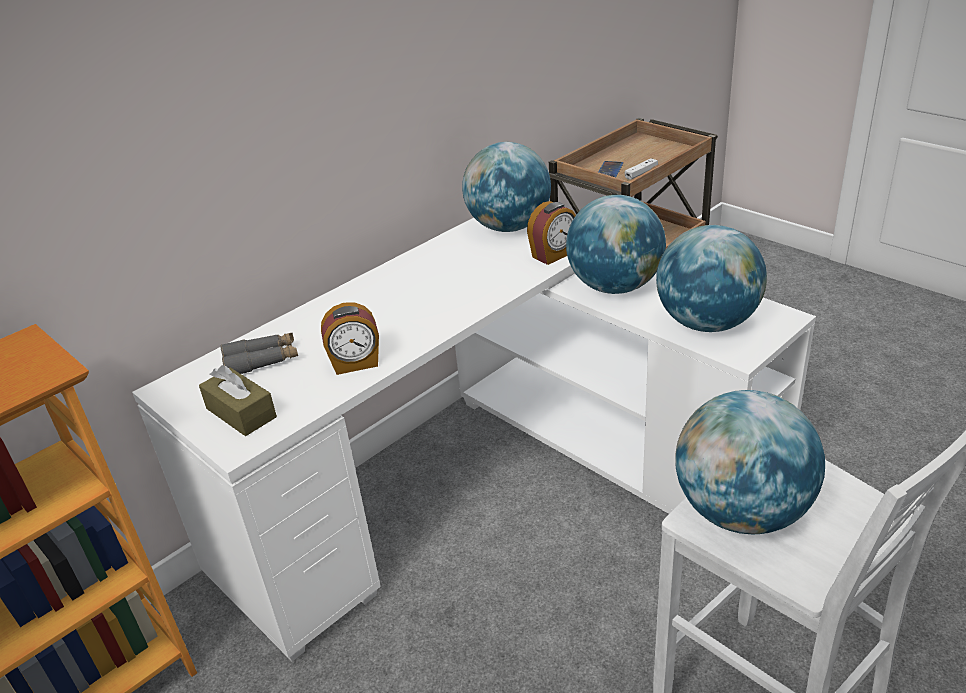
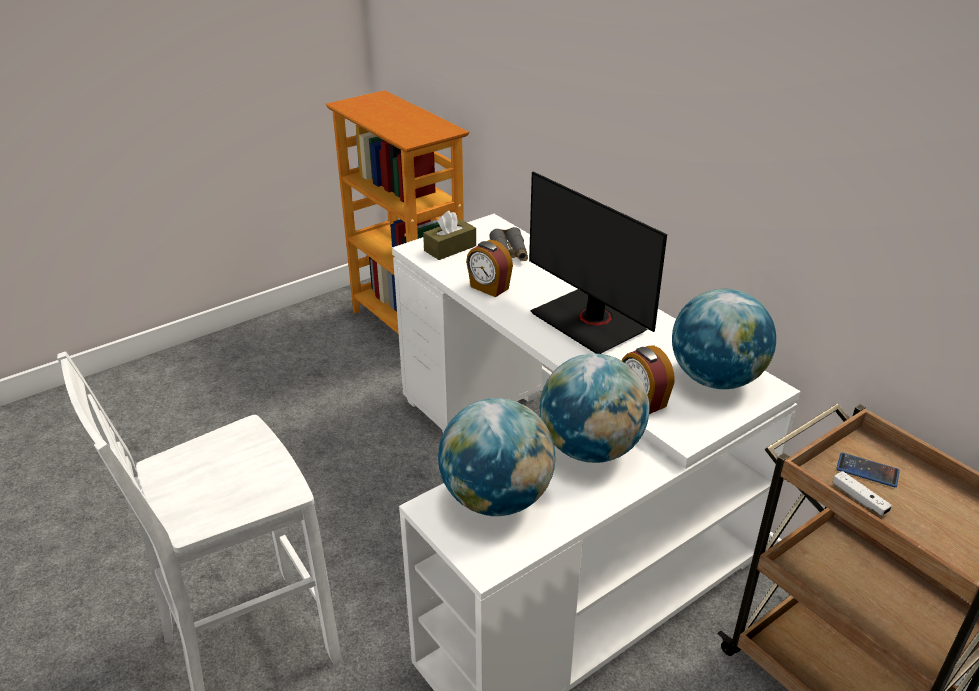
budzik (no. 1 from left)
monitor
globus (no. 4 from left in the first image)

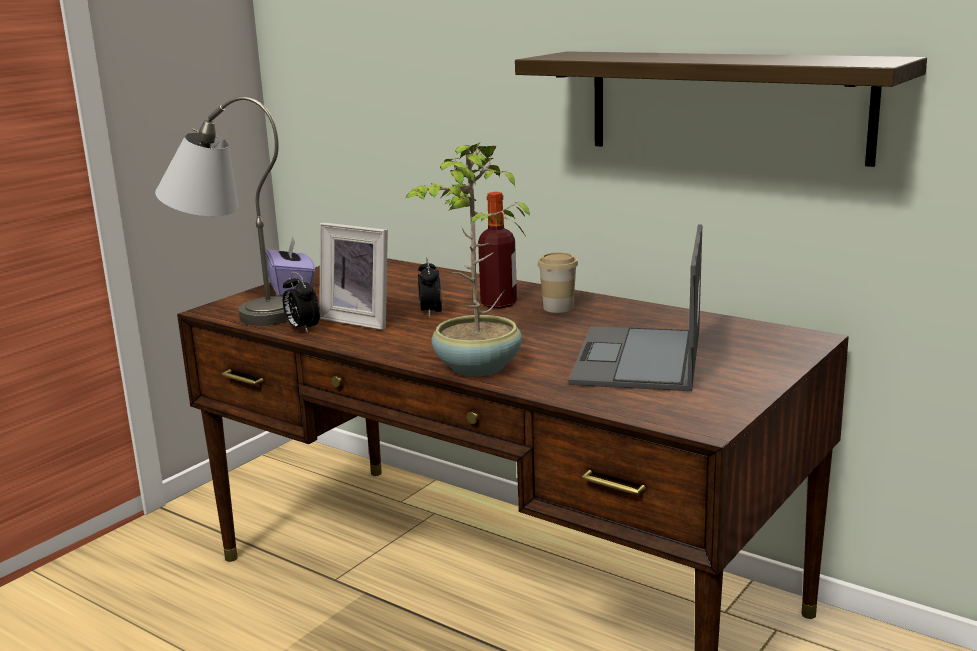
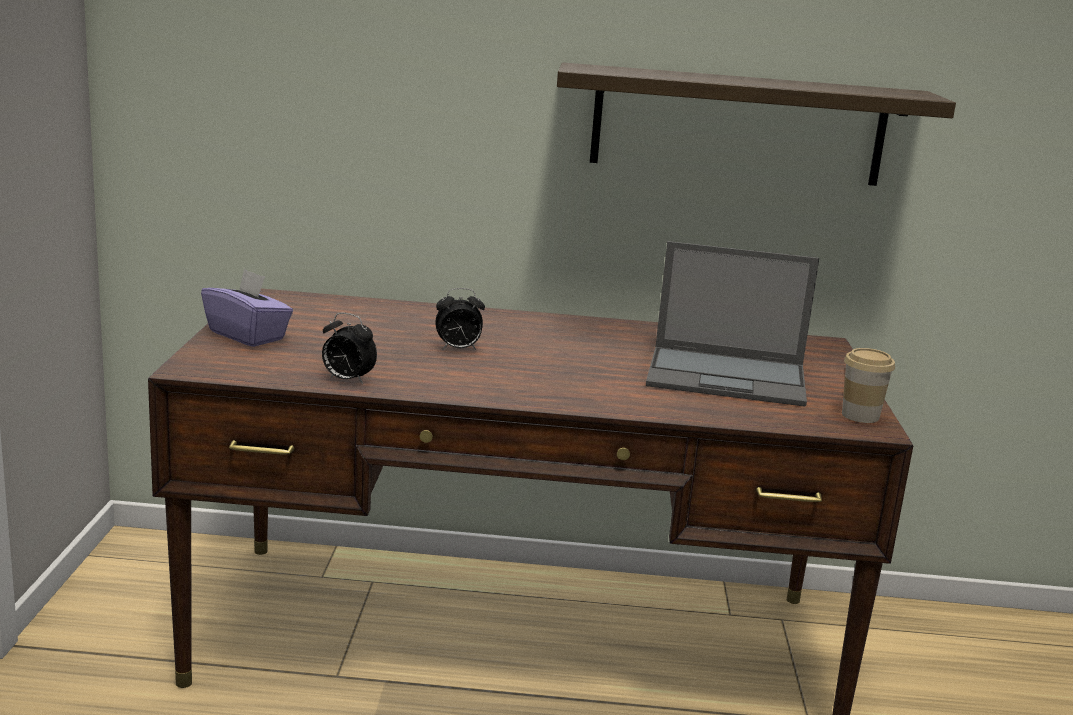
budzik (no. 2 from left)
laptop
filiżanka
lampa stołowa (szary)
ramka na zdjęcie
roślina doniczkowa
butelka

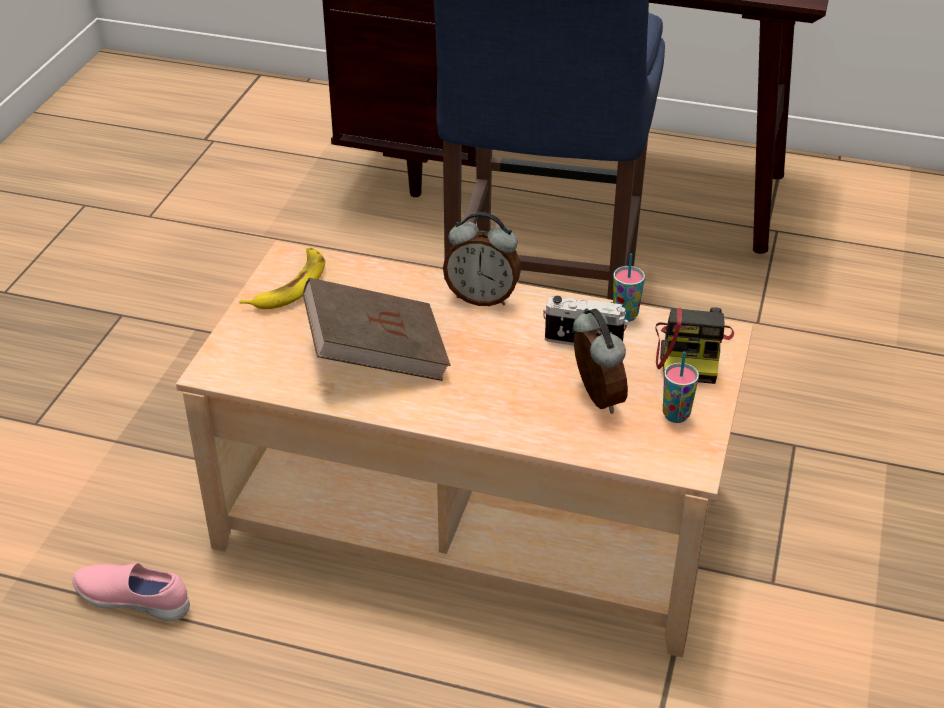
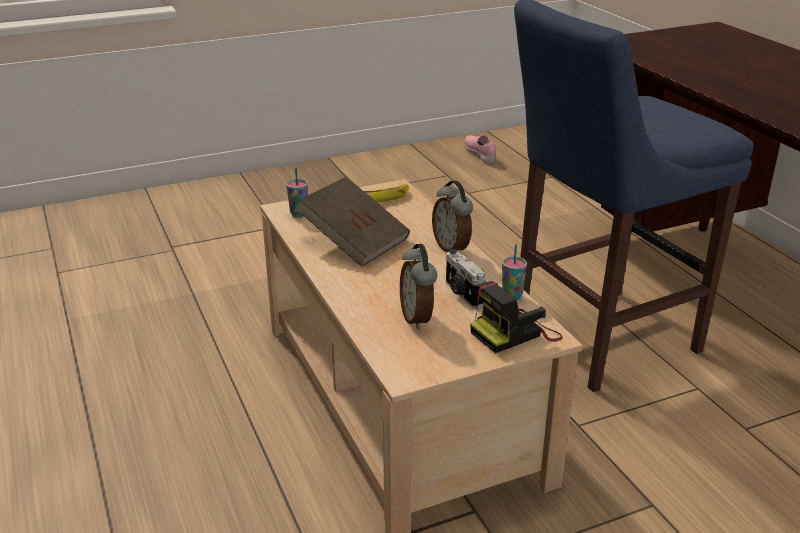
filiżanka (no. 1 from left)
budzik (no. 1 from left)
but (różowy)

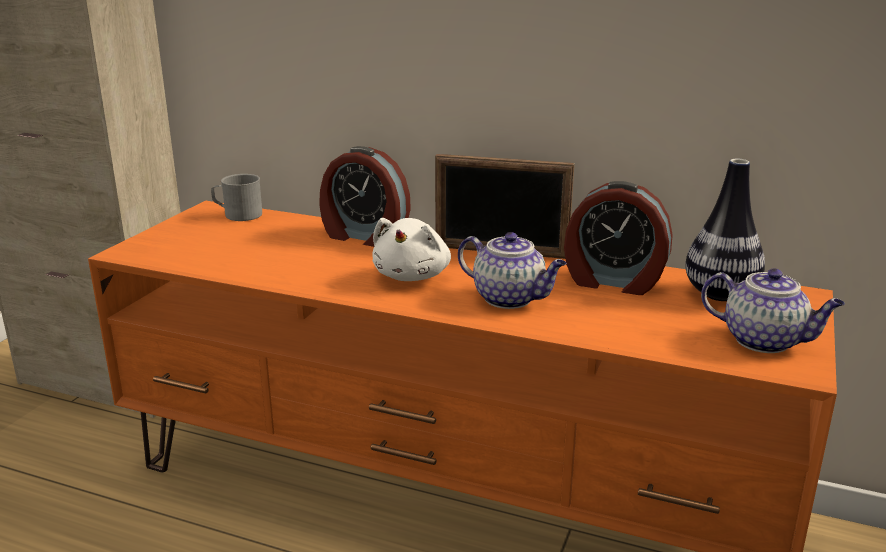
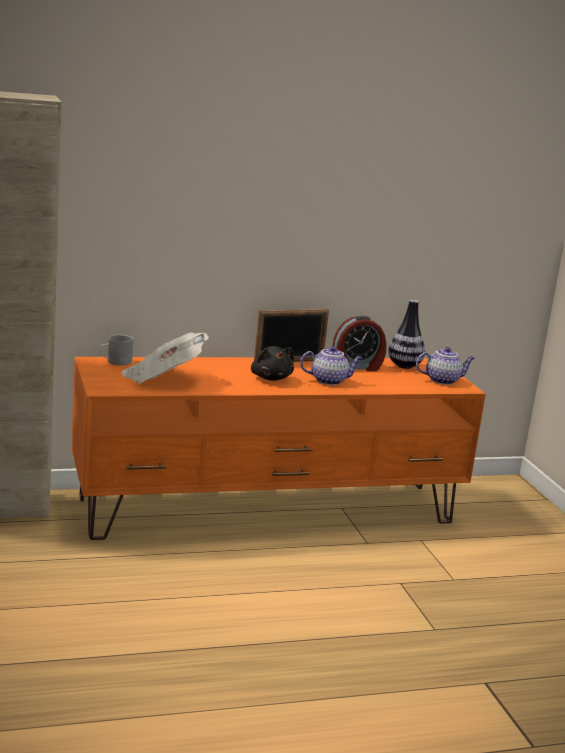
gazeta
pluszak (czarny)
budzik (no. 1 from left in the first image)

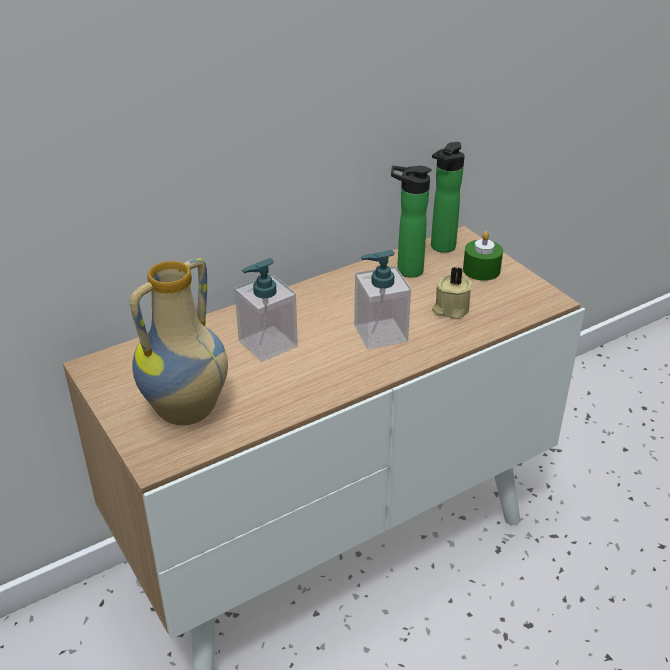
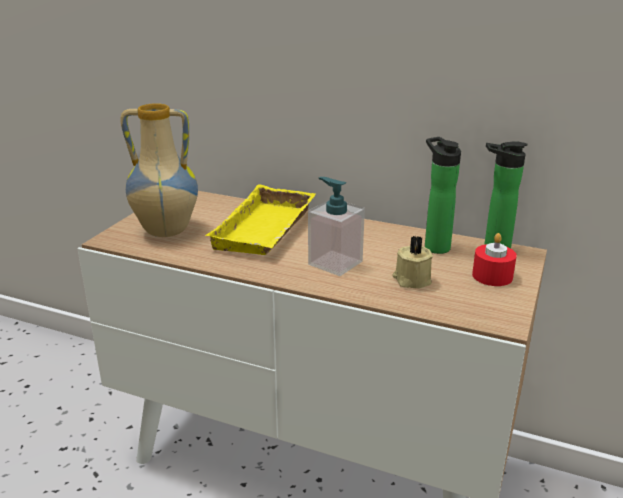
taca (żółty)
świeca (czerwony)

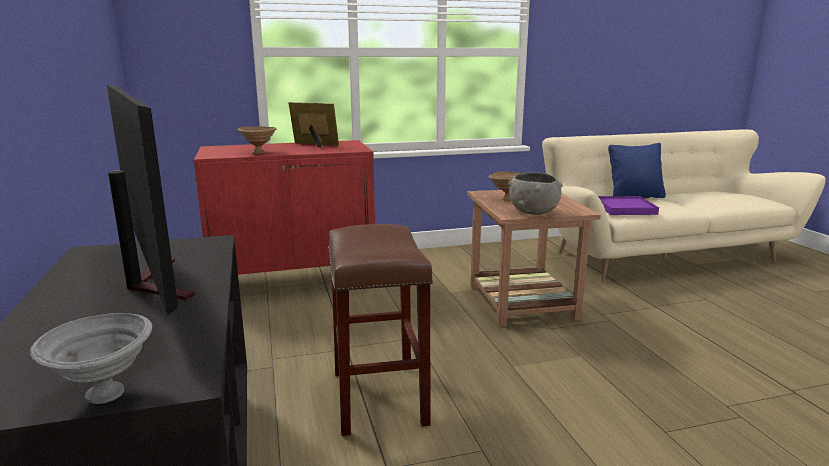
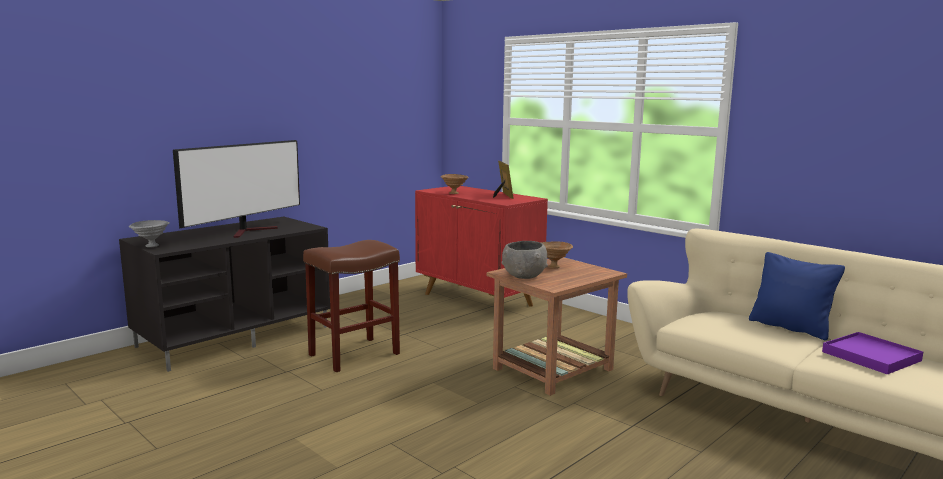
taca (fioletowy)

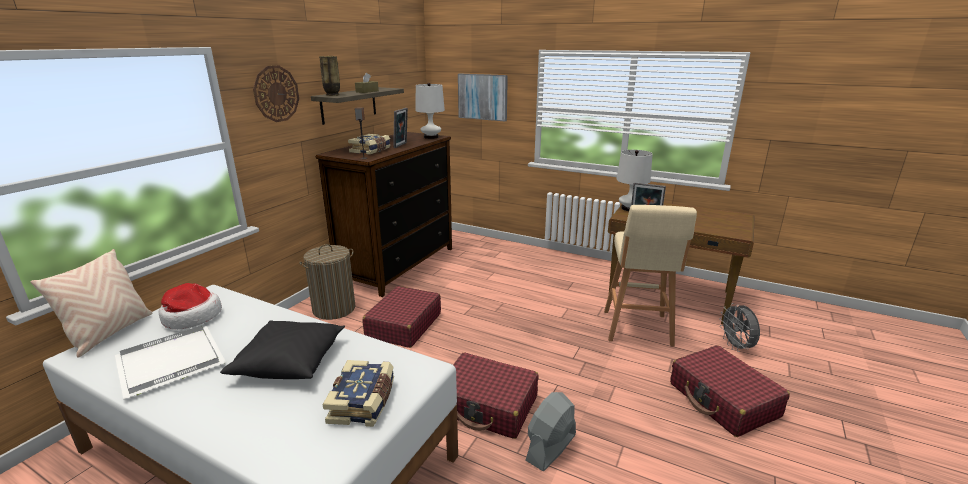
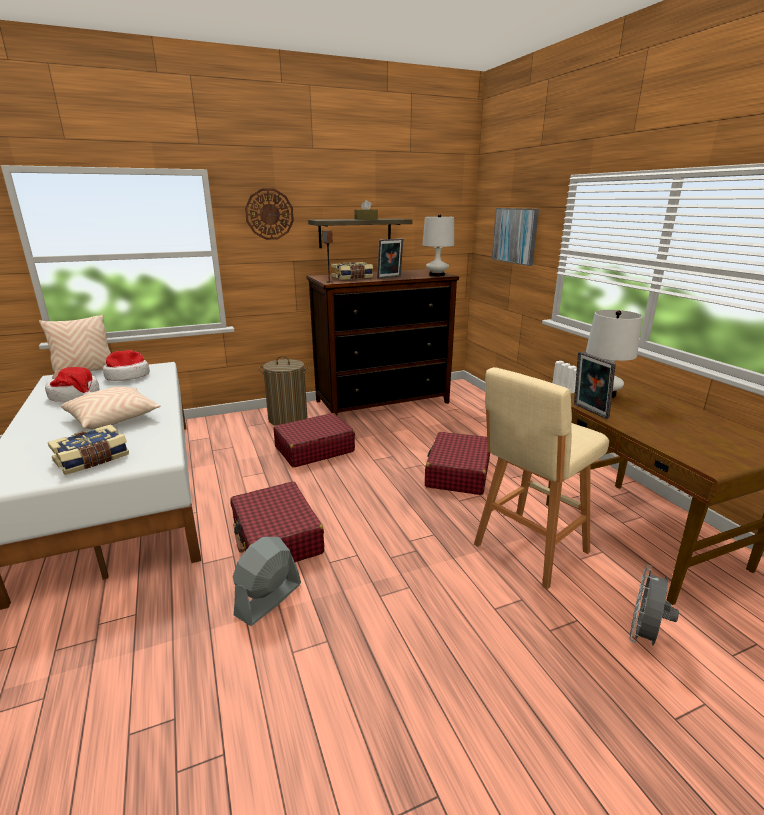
kapelusz (no. 1 from left)
poduszka (beżowy) (no. 2 from left)
wentylator (szary) (no. 1 from left)
walizka (czerwony) (no. 3 from left)
wazon

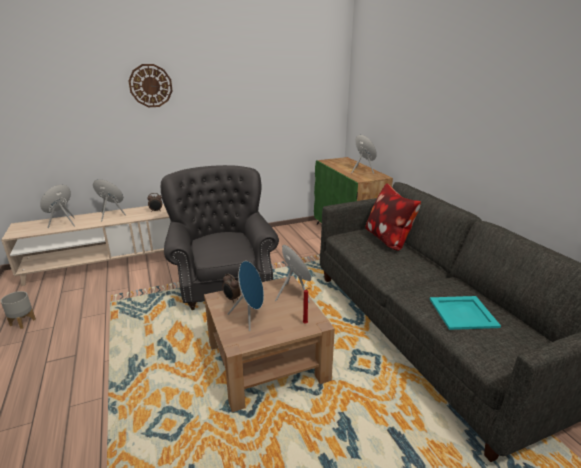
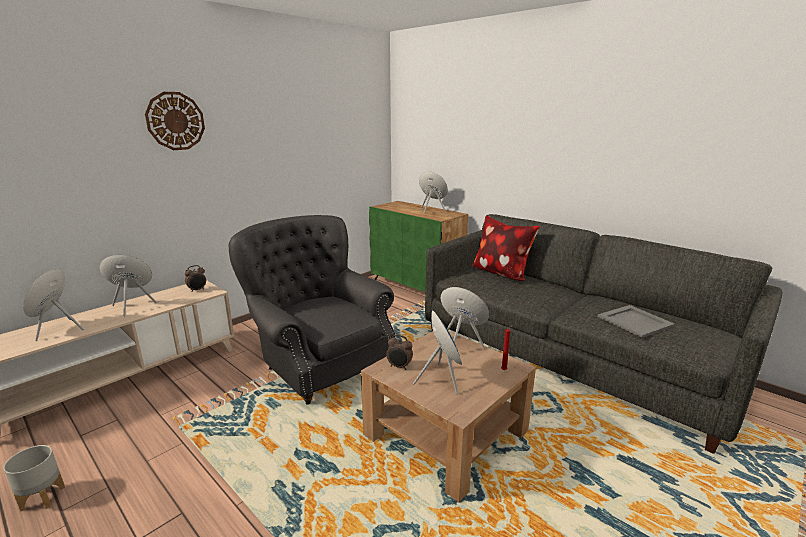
taca (szary)

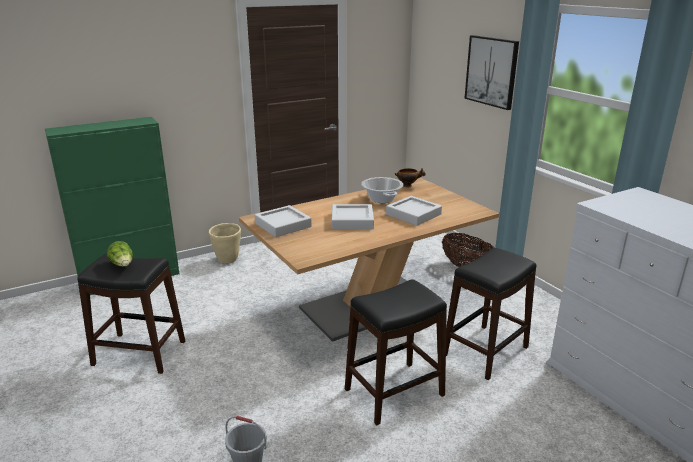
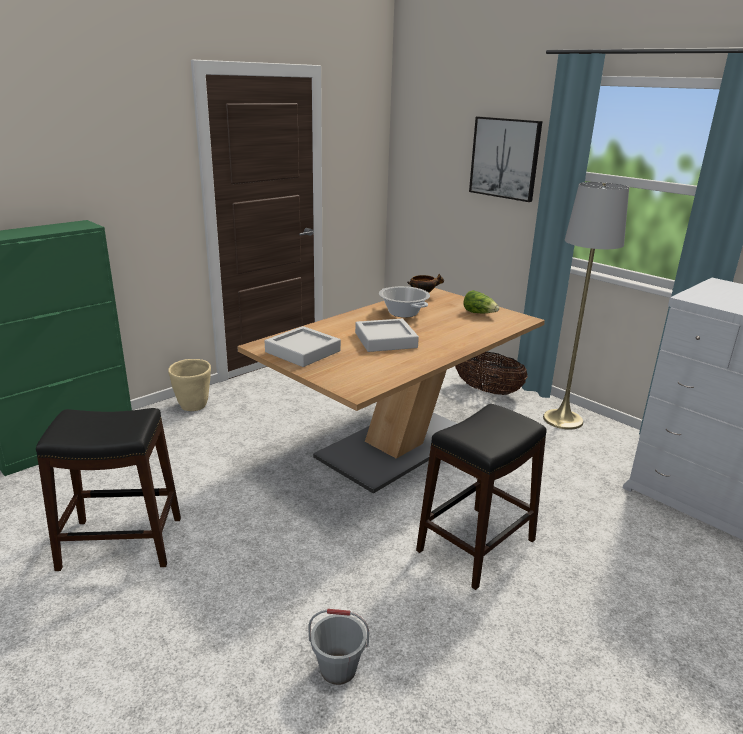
sałata
lampa stojąca (szary)
taca (szary) (no. 3 from left in the first image)
stołek (czarny) (no. 3 from left in the first image)

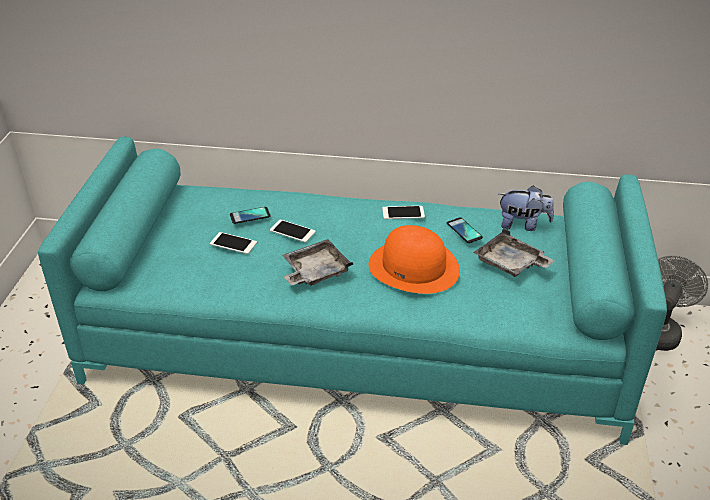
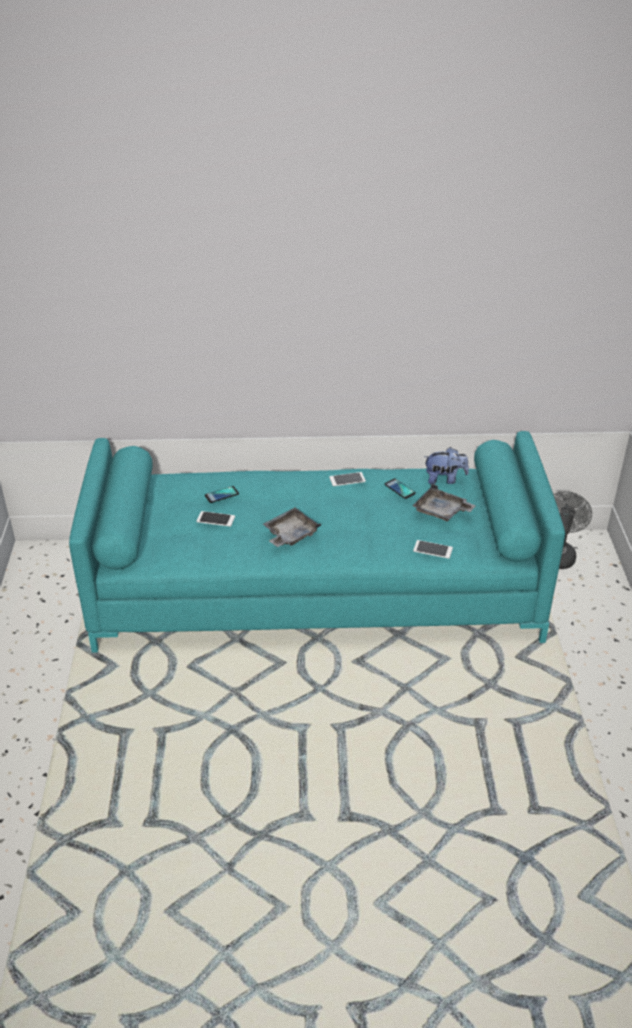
telefon (no. 5 from left)
kapelusz (pomarańczowy)

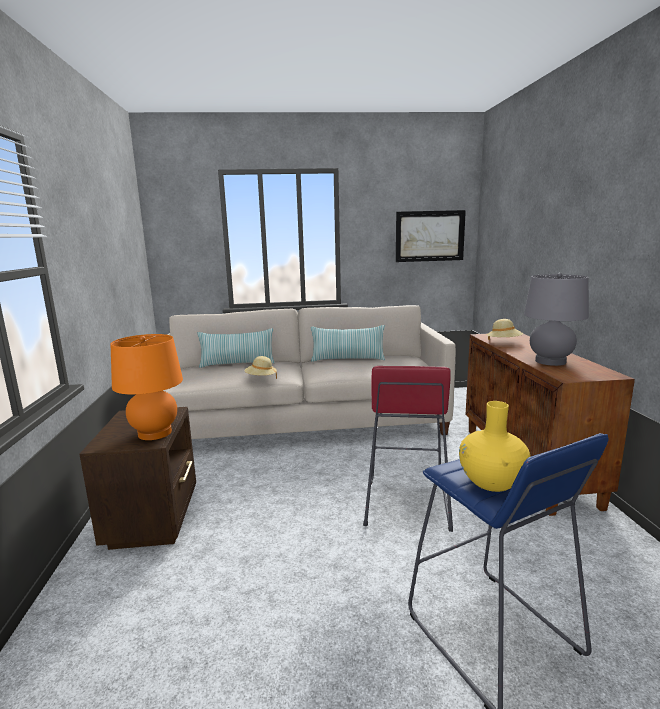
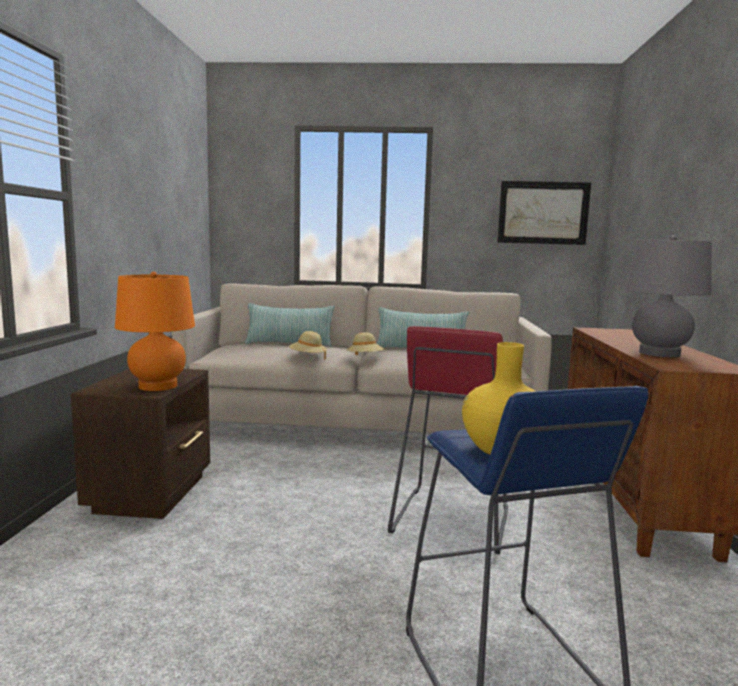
kapelusz (beżowy) (no. 2 from left)

